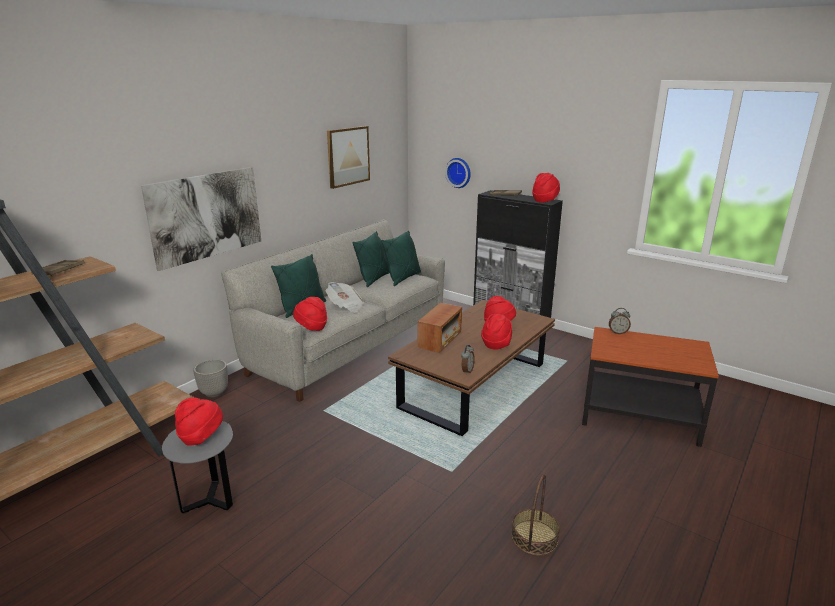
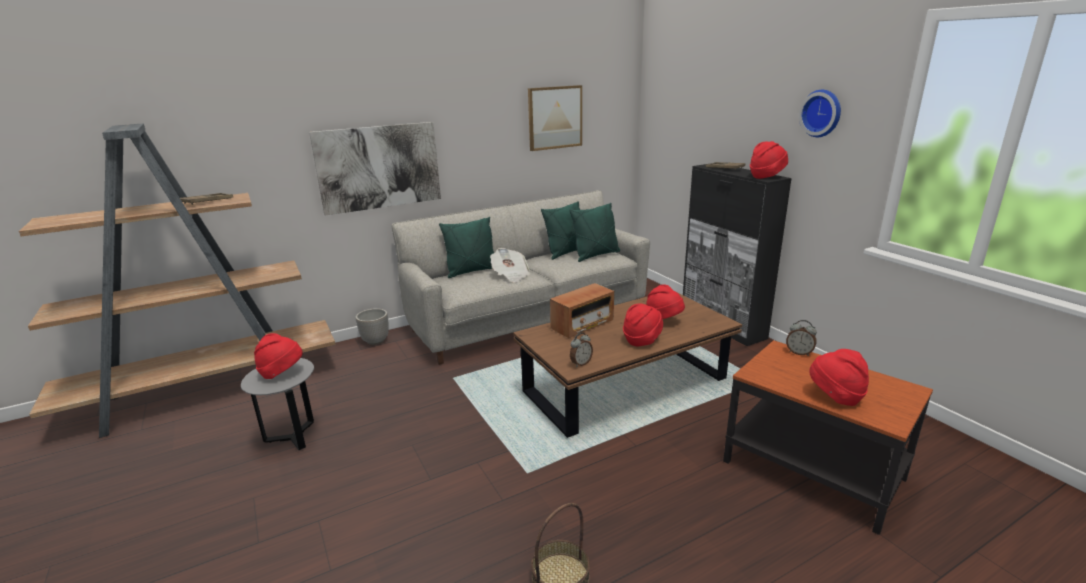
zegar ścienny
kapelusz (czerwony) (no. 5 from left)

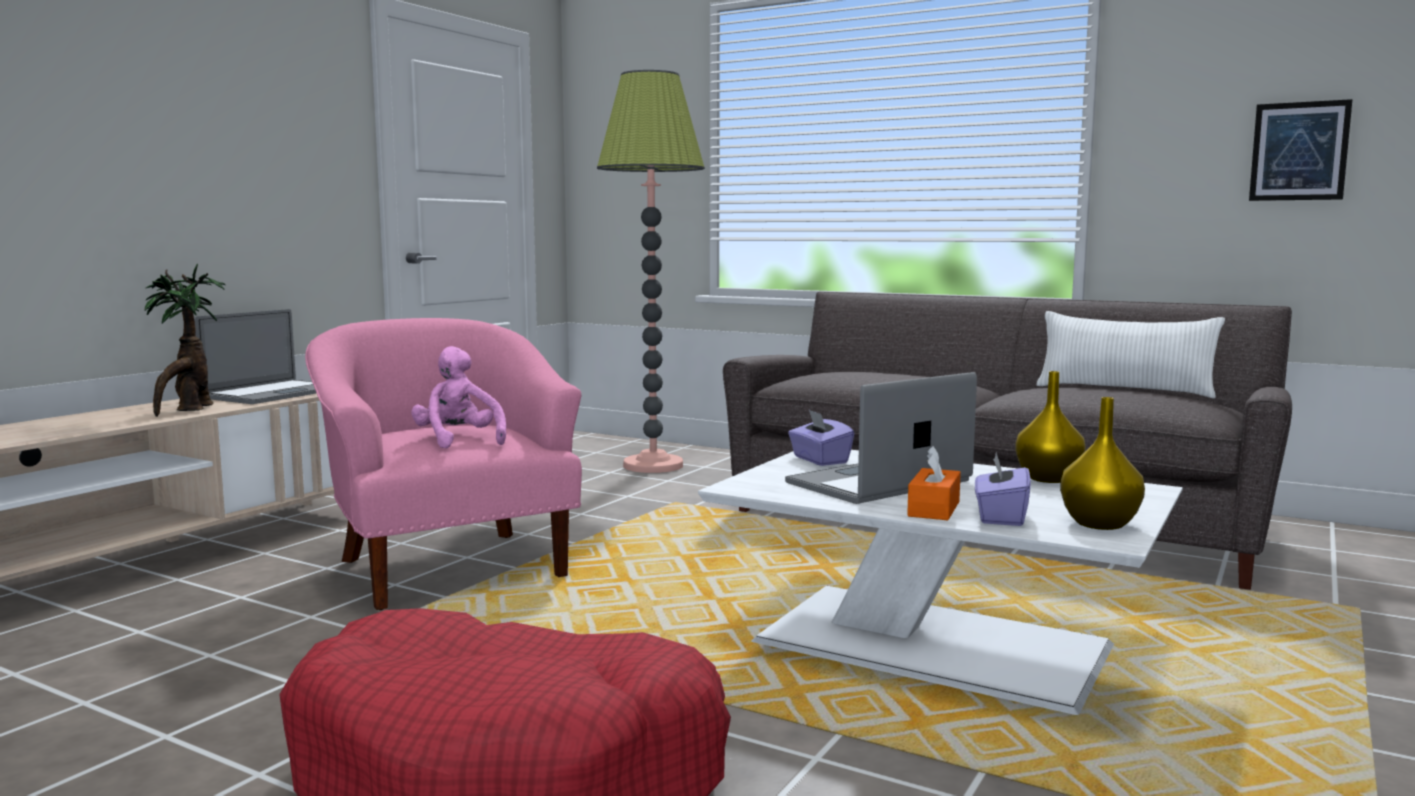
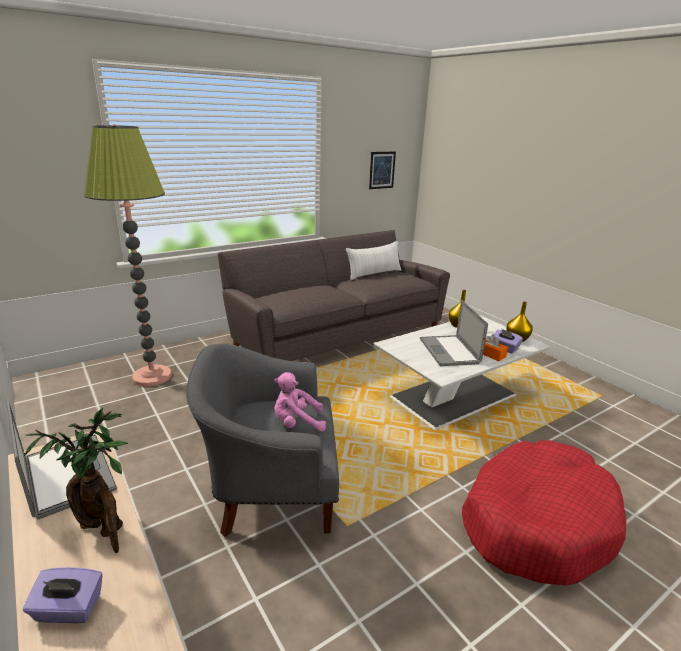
pudełko chusteczek (fioletowy) (no. 1 from left)
fotel (szary)

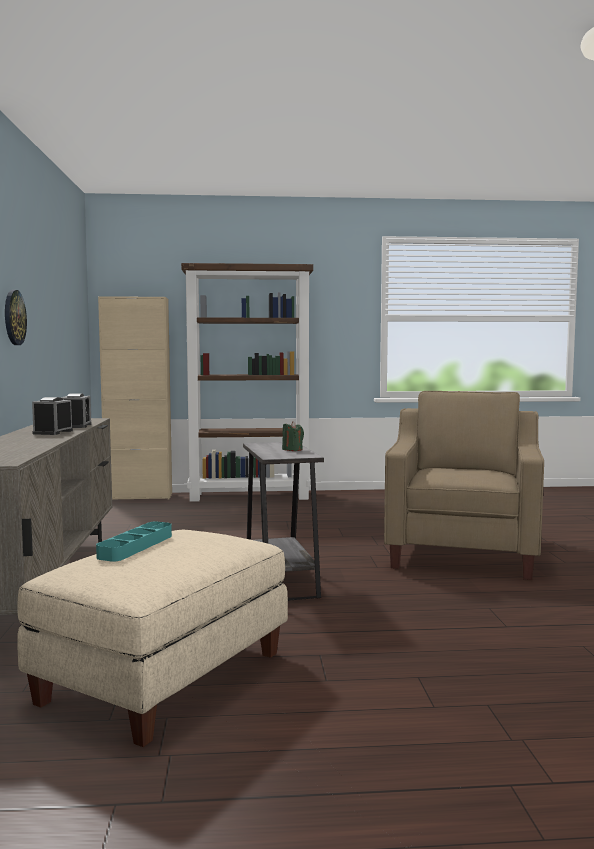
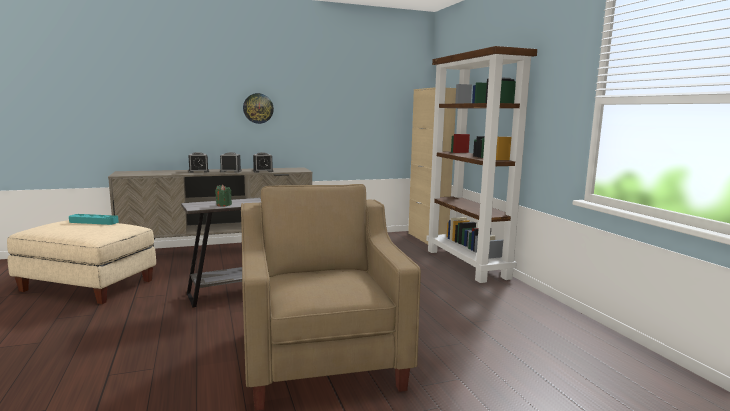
budzik (no. 1 from left)
fotel (beżowy)

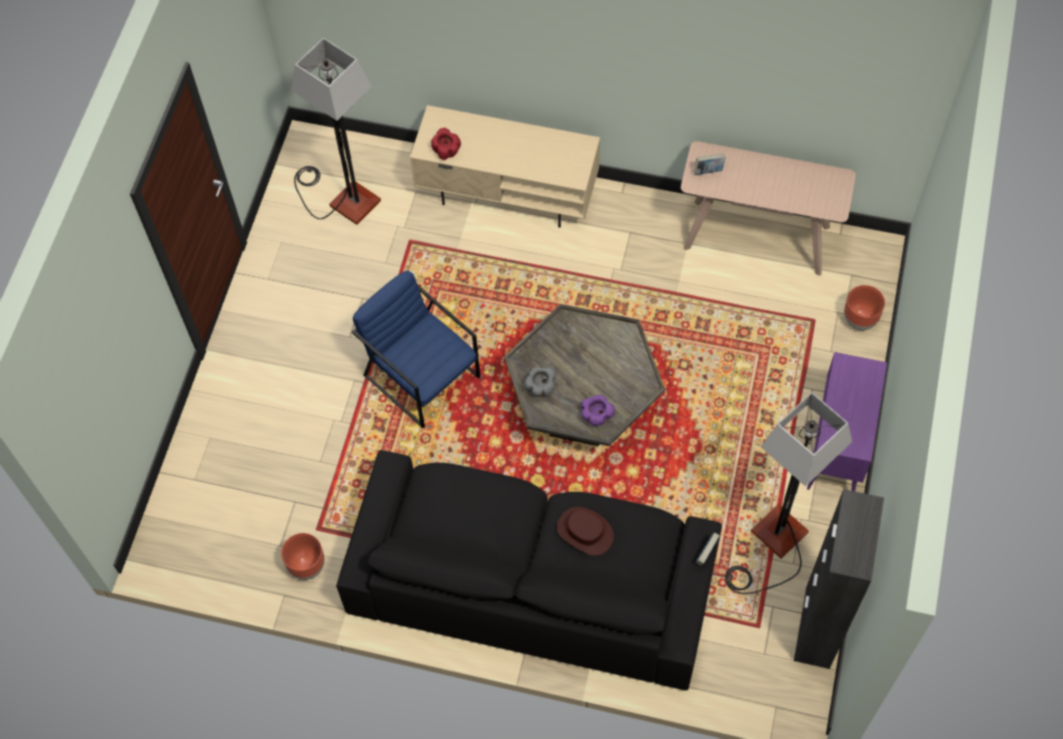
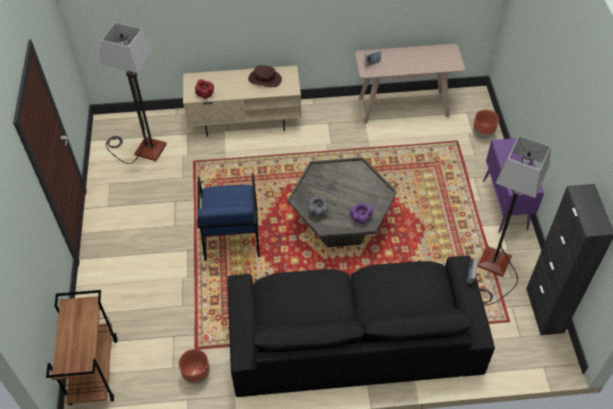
wózek (brązowy)
fotel (niebieski)
kapelusz (brązowy)

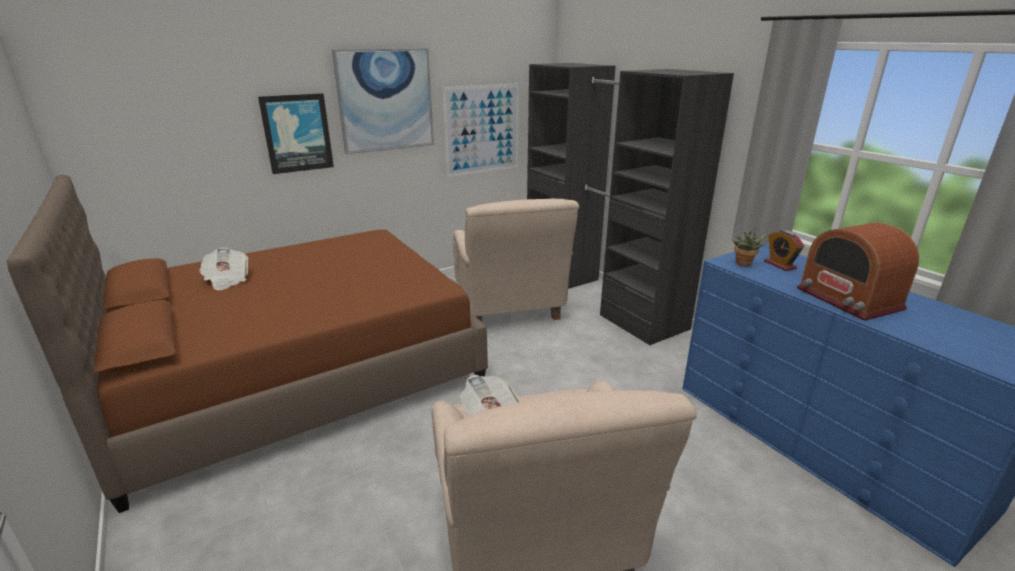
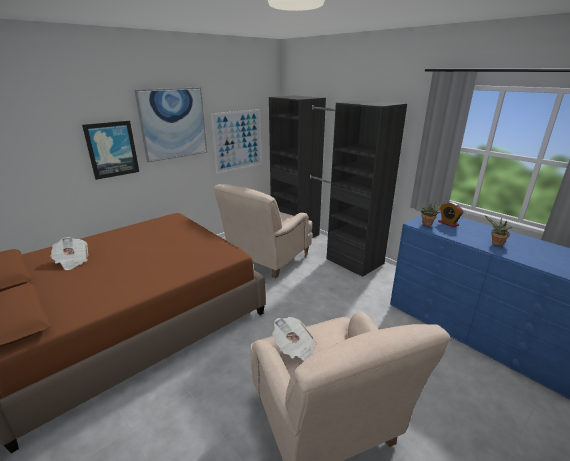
fotel (beżowy) (no. 1 from left)
roślina doniczkowa (no. 2 from left)

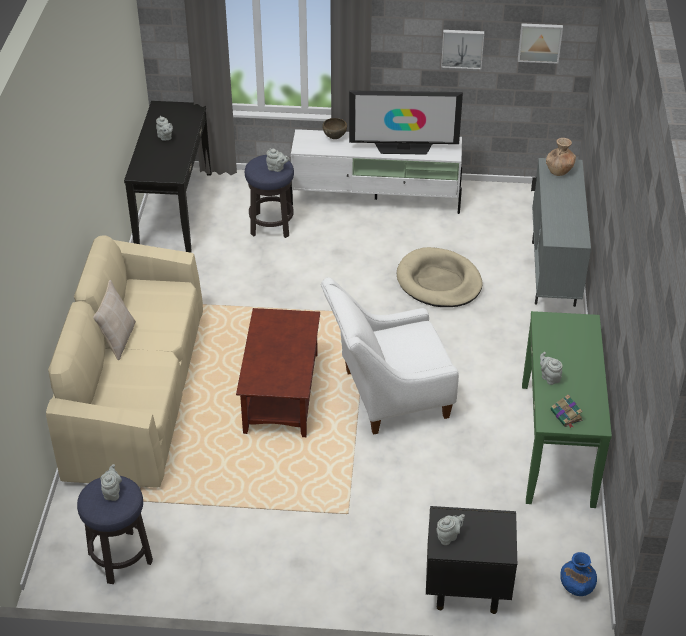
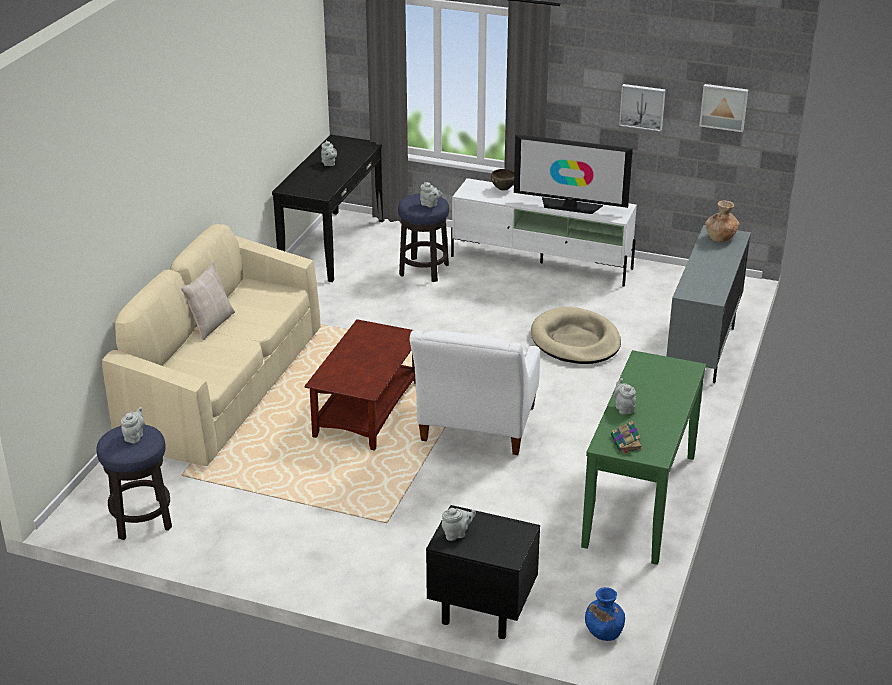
fotel (biały)

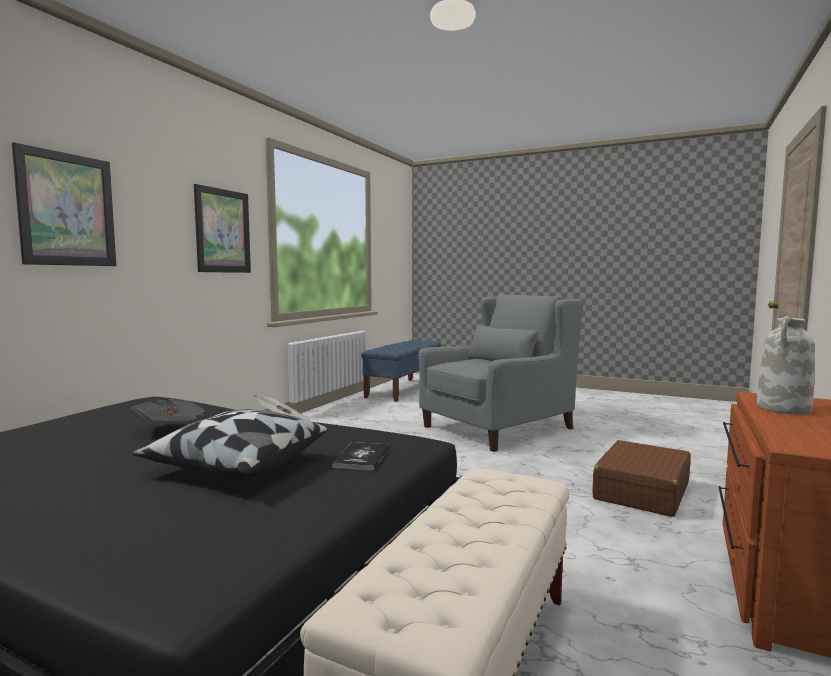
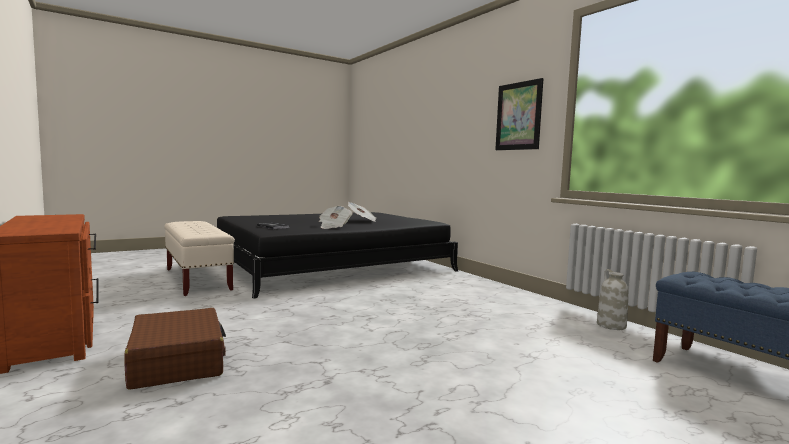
wazon (biały)
obraz (no. 1 from left in the first image)
poduszka
fotel (szary)

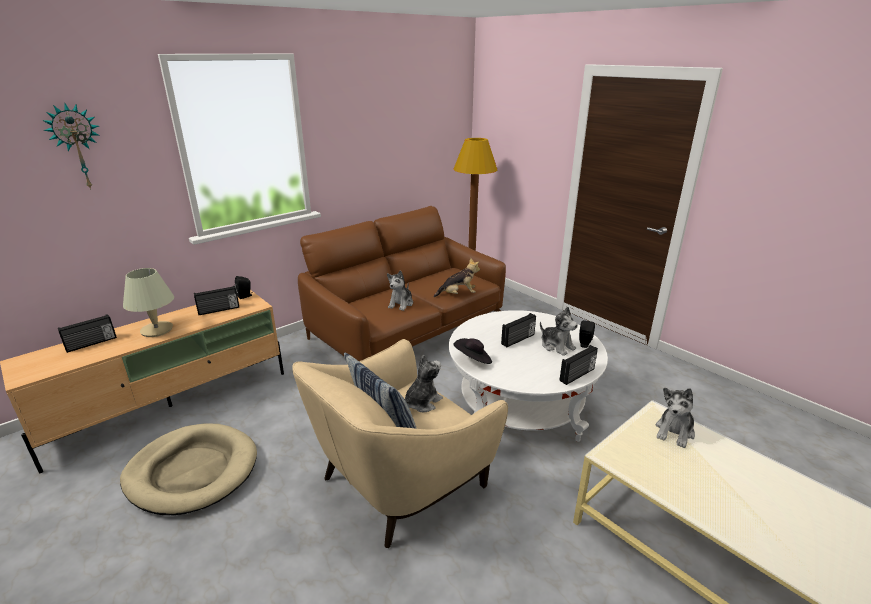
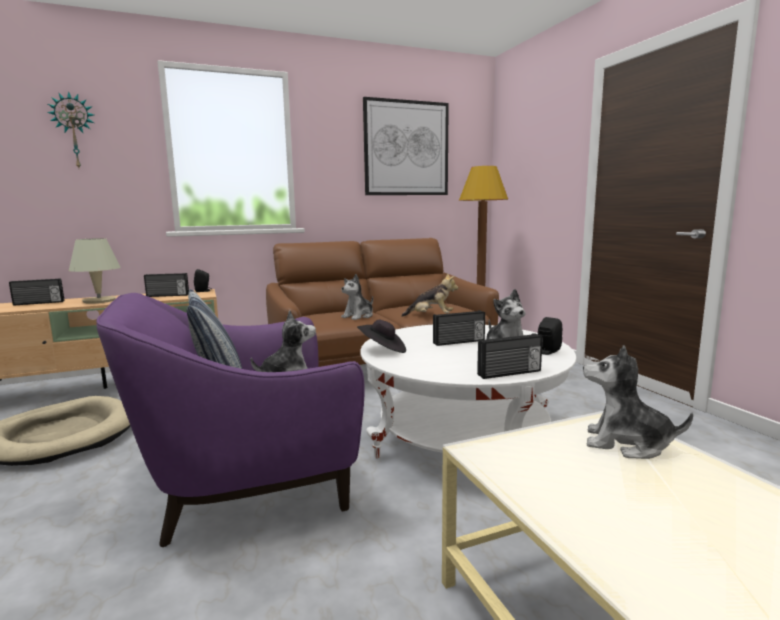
fotel (fioletowy)
obraz
pluszak (no. 5 from left)

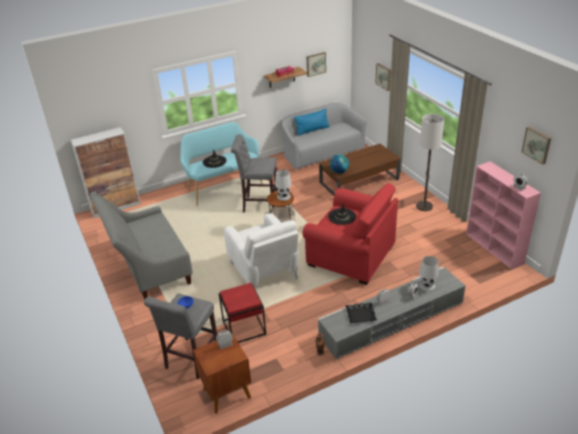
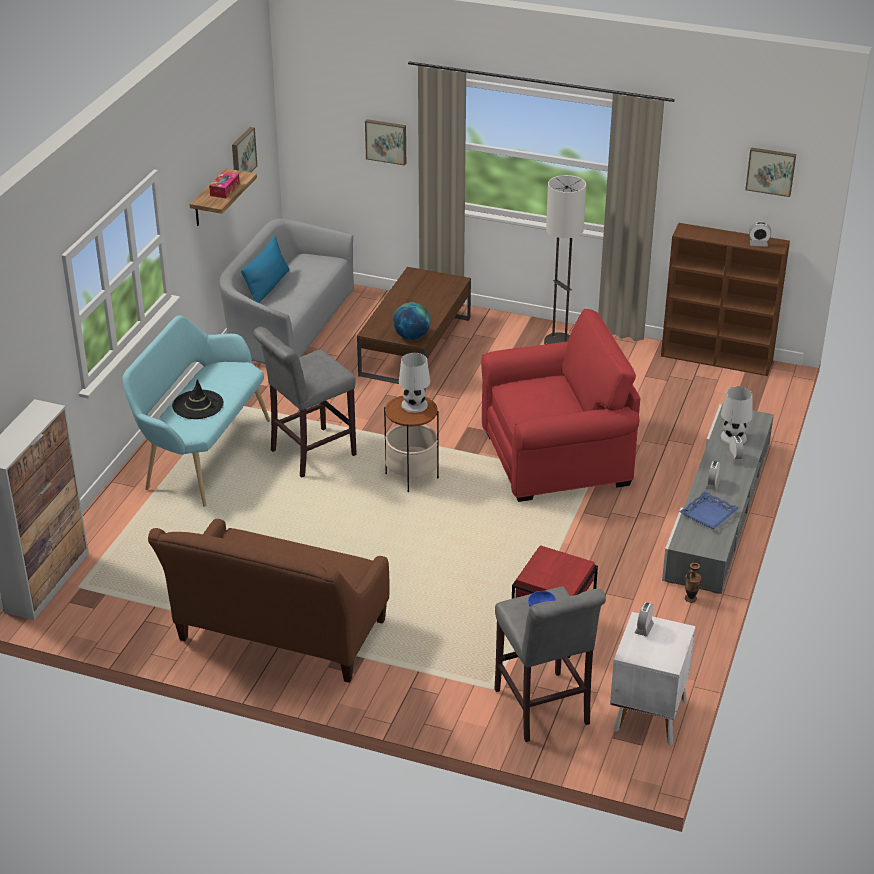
kanapa (brązowy)
szafka nocna (biały)
regał (brązowy)
taca (niebieski)
fotel (biały)
kapelusz (czarny) (no. 2 from left in the first image)

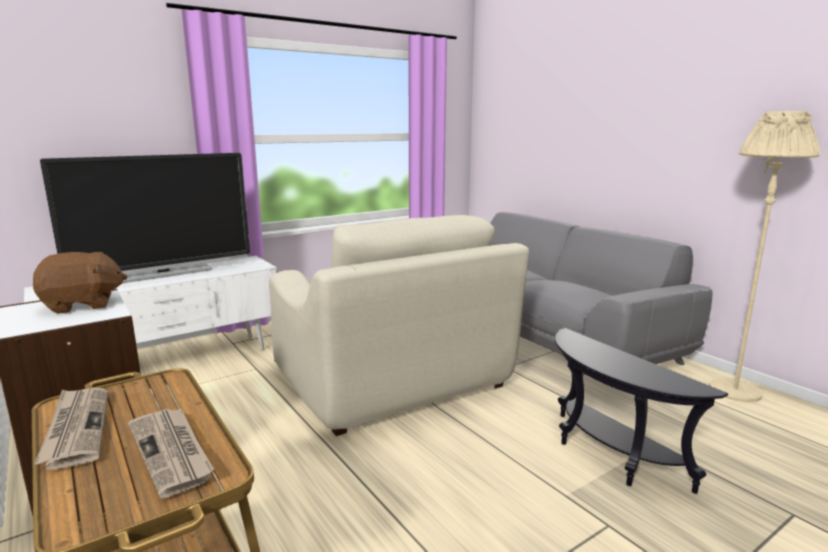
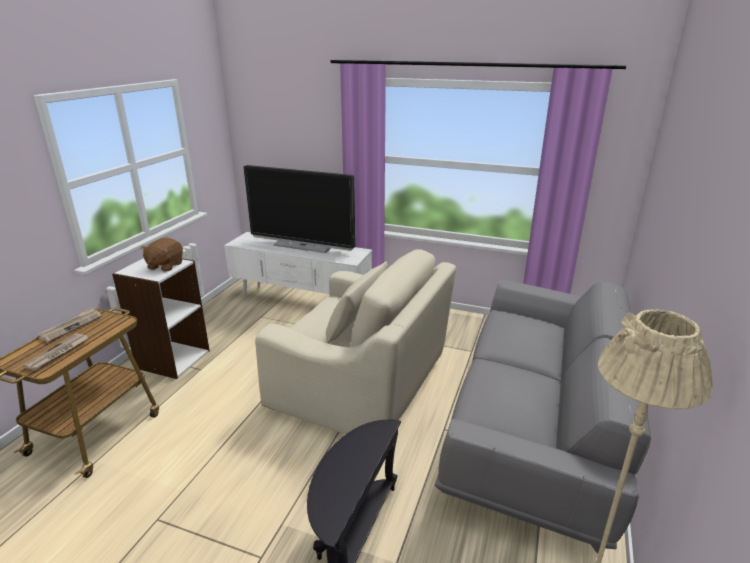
pluszak (brązowy)
fotel (beżowy)

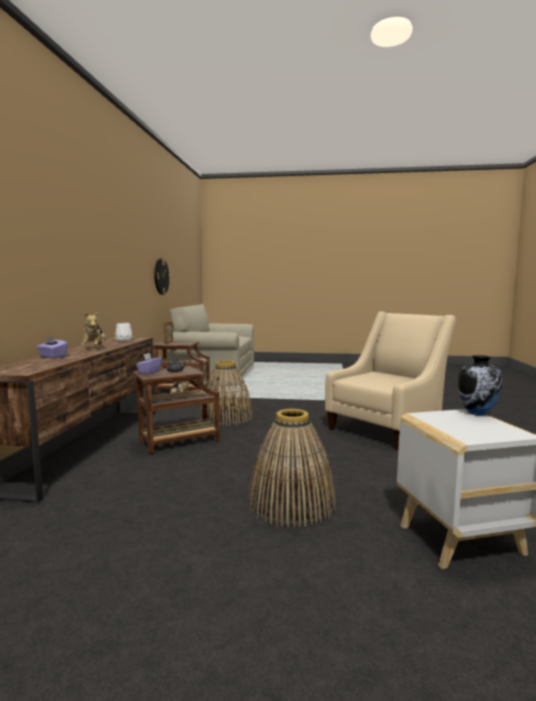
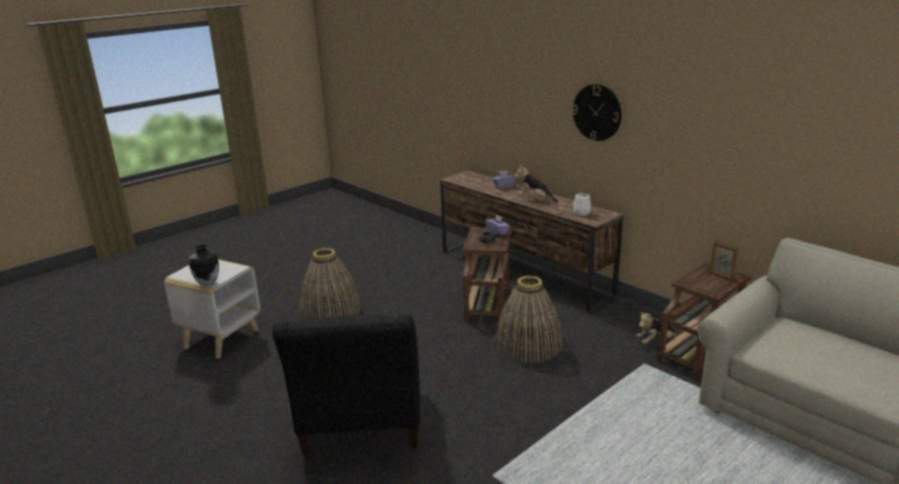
fotel (czarny)
zegar ścienny

